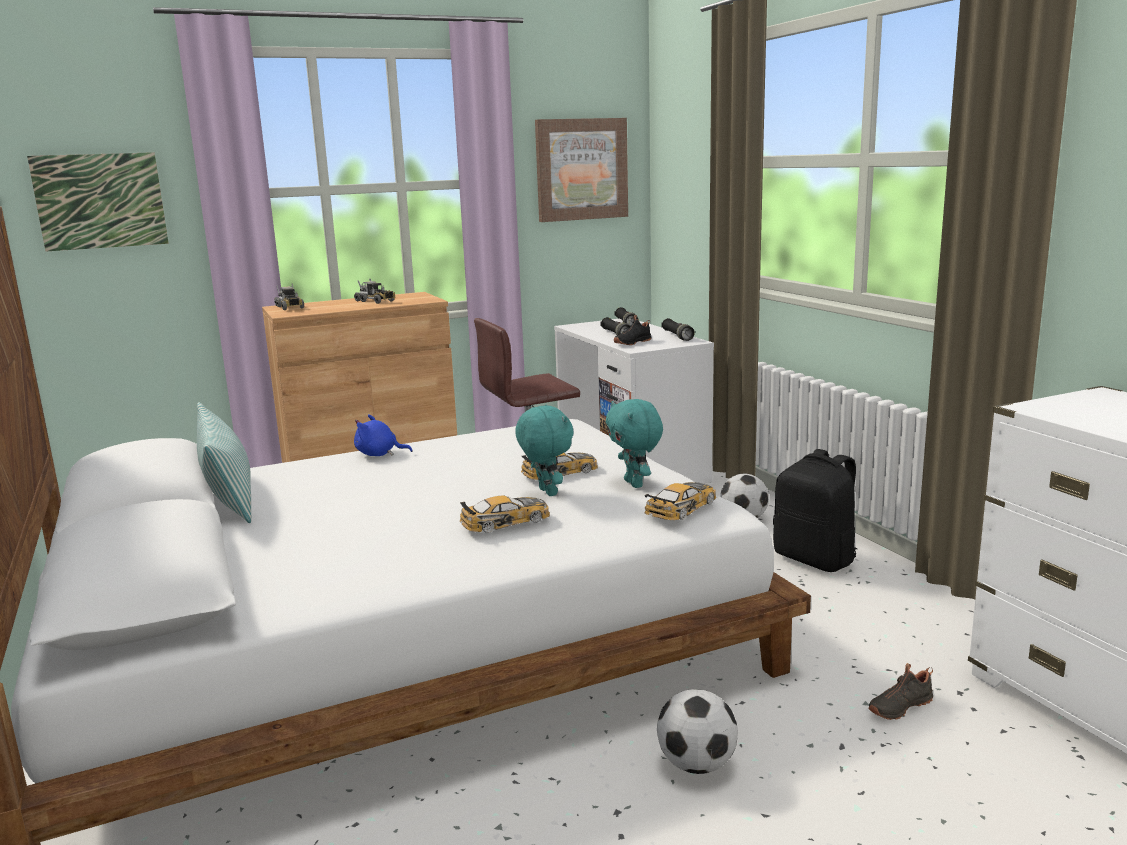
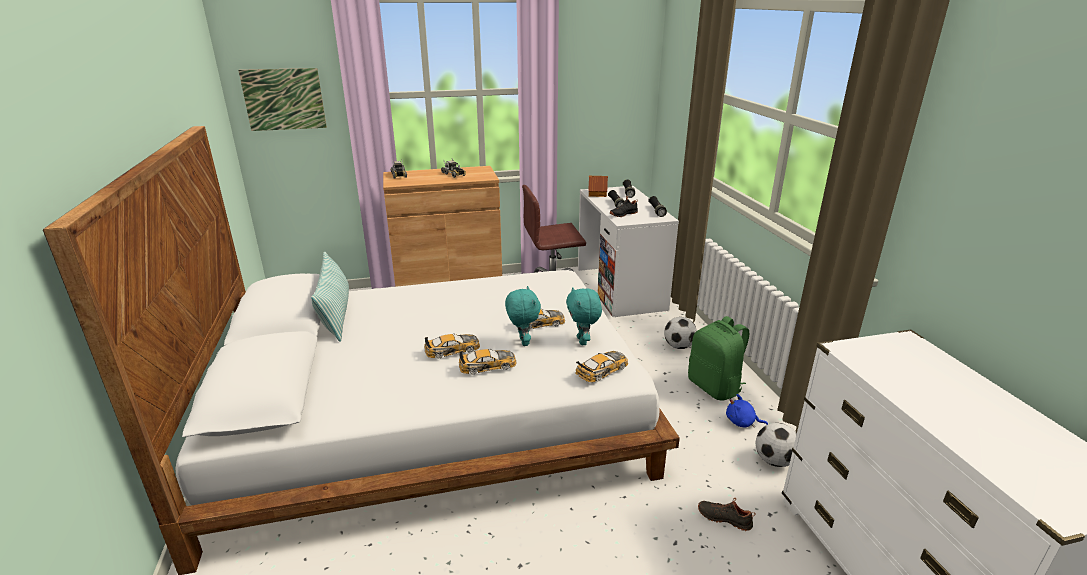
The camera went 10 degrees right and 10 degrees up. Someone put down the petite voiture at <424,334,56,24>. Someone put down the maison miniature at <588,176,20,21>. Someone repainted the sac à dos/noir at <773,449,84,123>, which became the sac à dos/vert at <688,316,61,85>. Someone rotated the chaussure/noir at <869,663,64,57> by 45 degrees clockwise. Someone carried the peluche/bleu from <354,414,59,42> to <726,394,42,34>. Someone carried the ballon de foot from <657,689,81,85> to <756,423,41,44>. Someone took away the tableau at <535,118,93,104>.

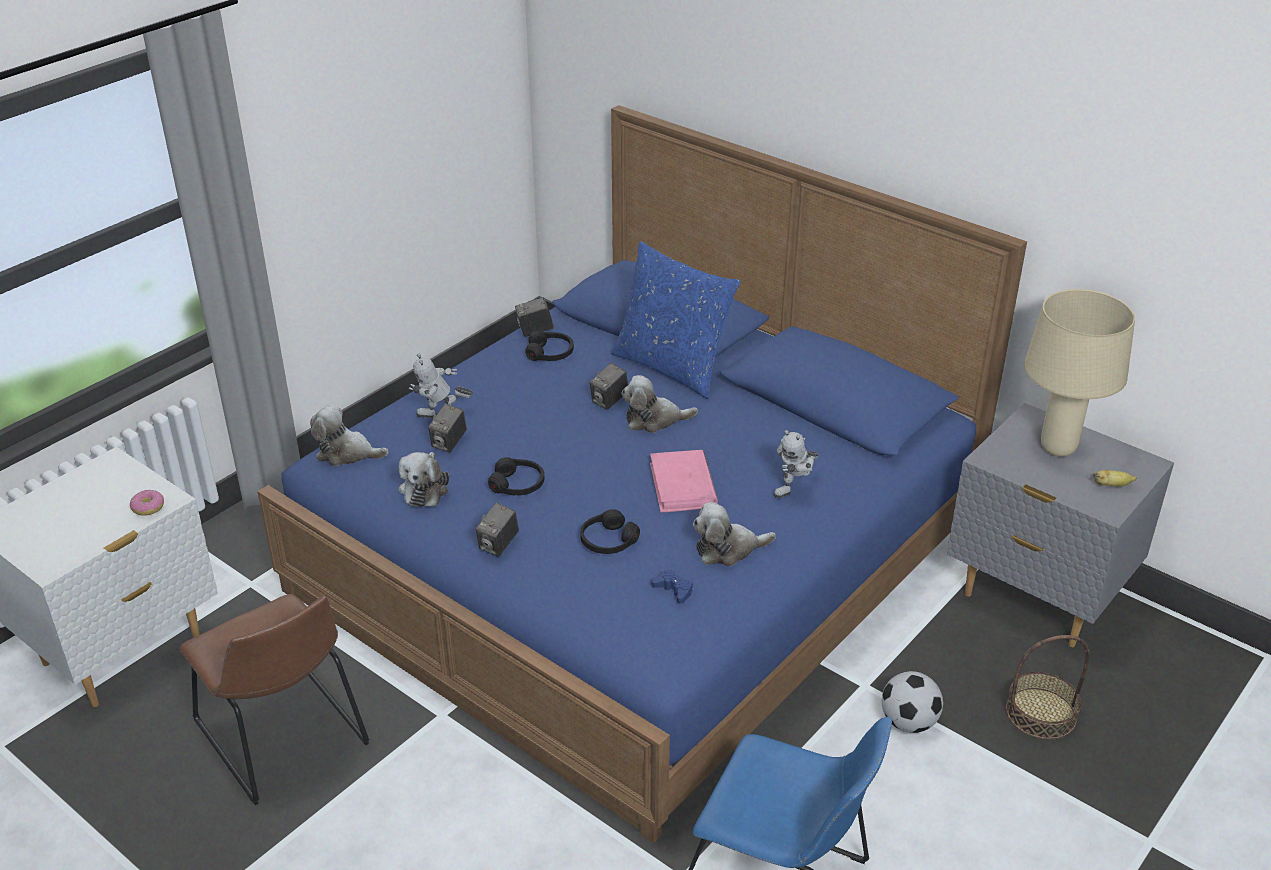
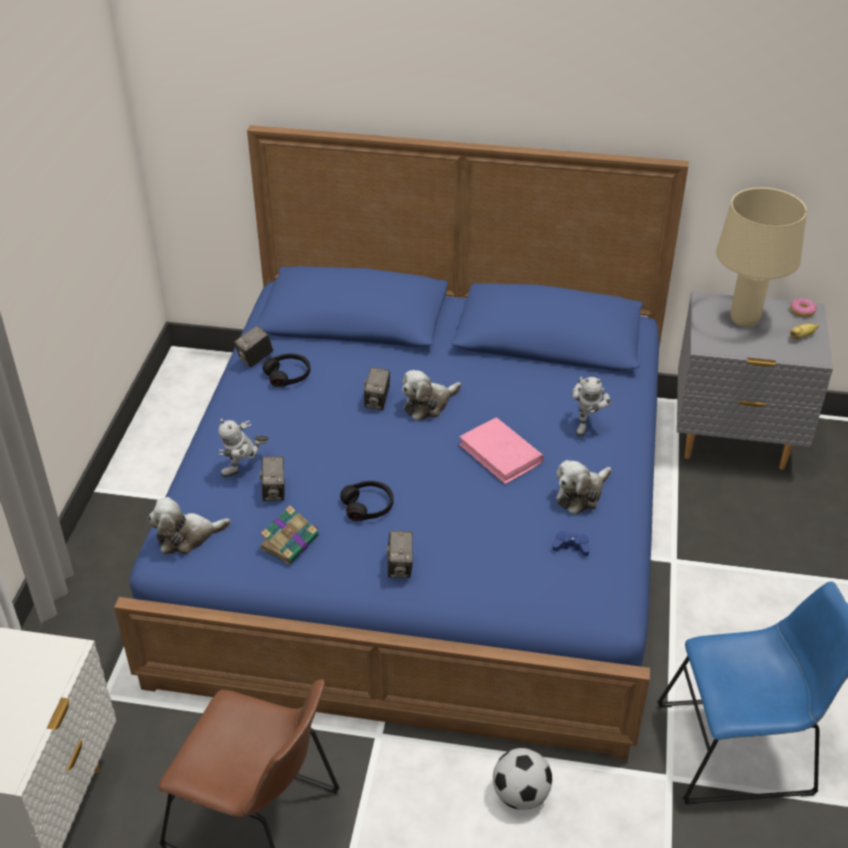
The camera went 30 degrees left and 5 degrees up. Someone swapped the peluche at <398,452,51,55> for the livre at <260,506,59,58>. Someone carried the ballon de foot from <882,671,61,62> to <493,748,59,62>. Someone carried the beignet from <130,489,34,27> to <790,298,27,19>. Someone took away the casque audio/noir at <580,509,60,45>. Someone took away the coussin/bleu at <611,241,129,158>. Someone took away the panier at <1006,635,84,105>.

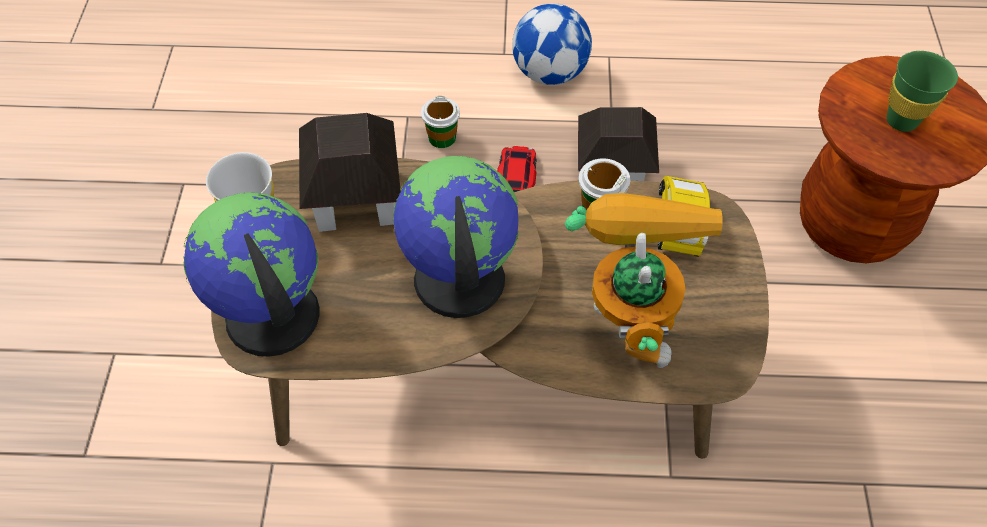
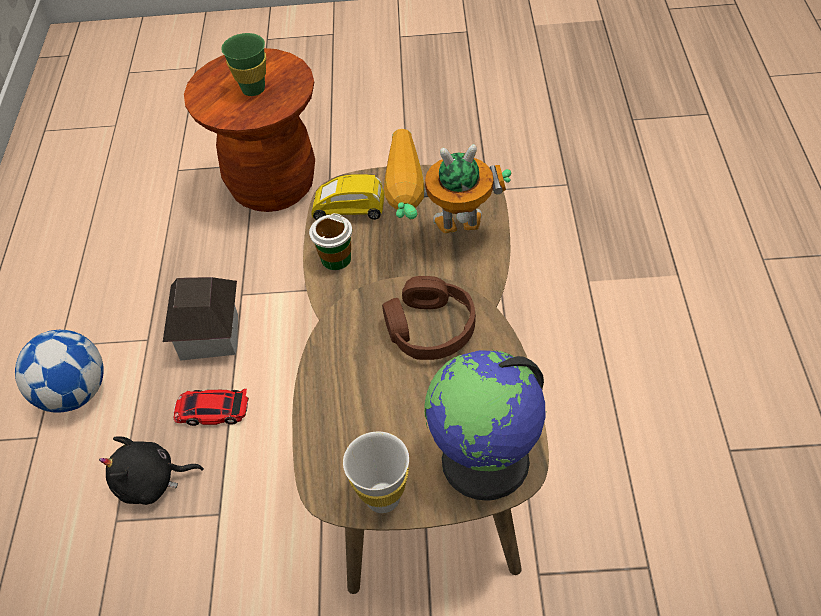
The camera went 90 degrees left and 5 degrees down. Someone swapped the tasse at <421,96,39,52> for the peluche/noir at <99,436,105,69>. Someone swapped the globe at <392,156,127,162> for the casque audio/marron at <382,276,94,84>. Someone took away the maison miniature at <299,113,102,119>.

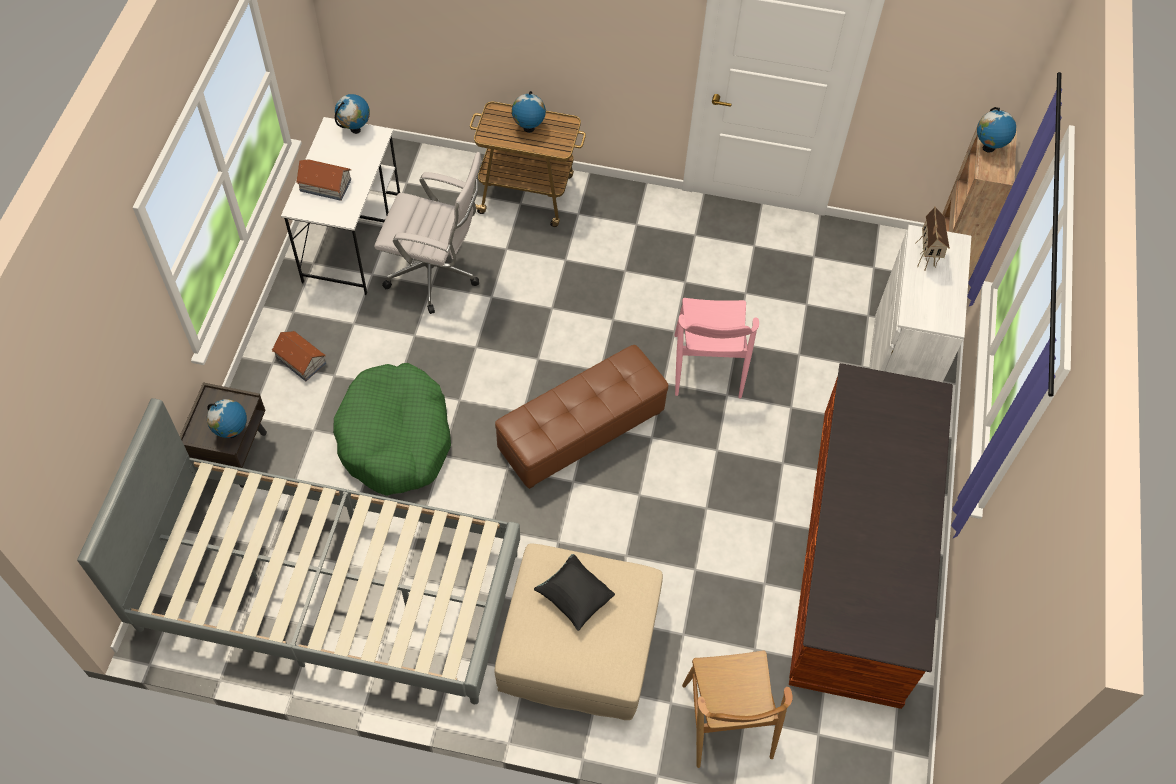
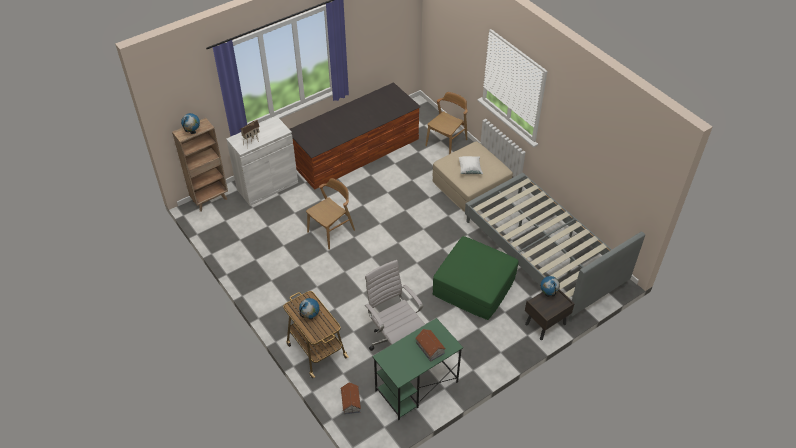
The camera went 135 degrees left and 10 degrees down. Someone repainted the chaise/rose at <674,298,85,100>, which became the chaise/marron at <306,178,49,72>. Someone carried the maison miniature from <272,331,54,50> to <341,382,20,32>. Someone repainted the bureau/blanc at <281,117,119,178>, which became the bureau/vert at <372,318,91,103>. Someone swapped the panier pour chien/vert at <333,363,118,133> for the pouf/vert at <433,236,86,84>. Someone repainted the coussin/noir at <534,554,81,77>, which became the coussin/blanc at <459,156,24,18>. Someone took away the globe at <335,94,35,40>. Someone took away the pouf/marron at <495,345,174,144>.

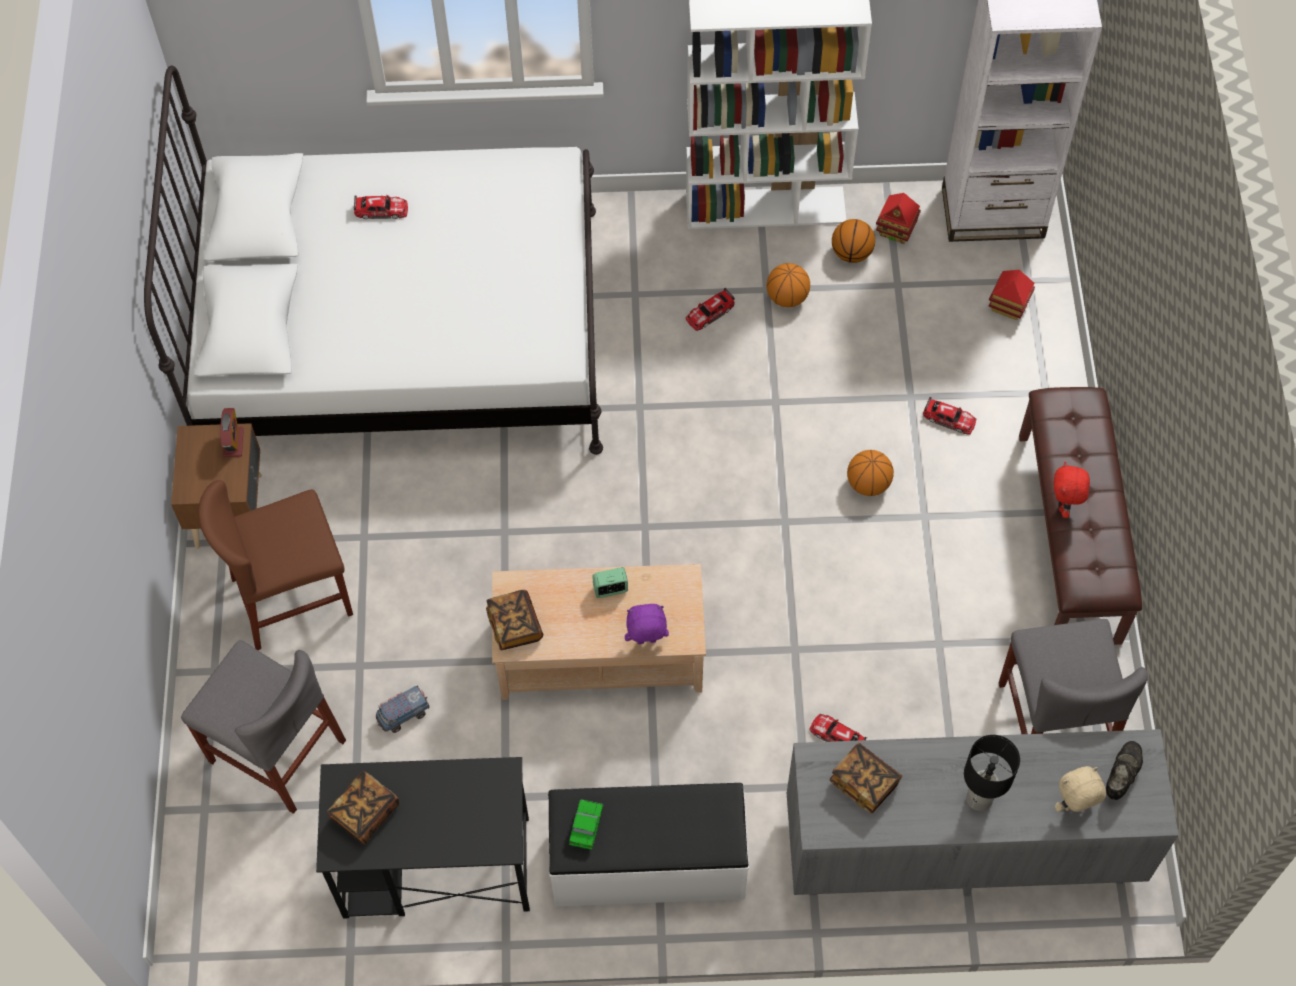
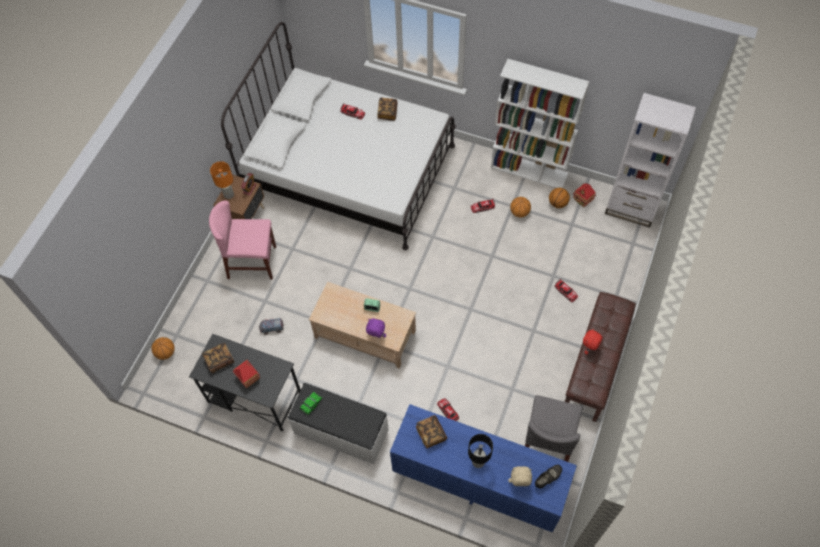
The camera went 25 degrees right and 0 degrees up. Someone carried the ballon de basket from <847,450,47,46> to <151,337,24,23>. Someone repainted the chaise/marron at <198,480,155,170>, which became the chaise/rose at <209,200,67,79>. Someone put down the lampe de table/orange at <210,161,24,38>. Someone carried the maison miniature from <989,270,46,51> to <233,360,27,28>. Someone carried the livre from <486,590,57,60> to <377,98,21,23>. Someone repainted the commode/gris at <787,729,392,167>, which became the commode/bleu at <390,404,187,128>. Someone took away the chaise/gris at <181,640,165,174>.

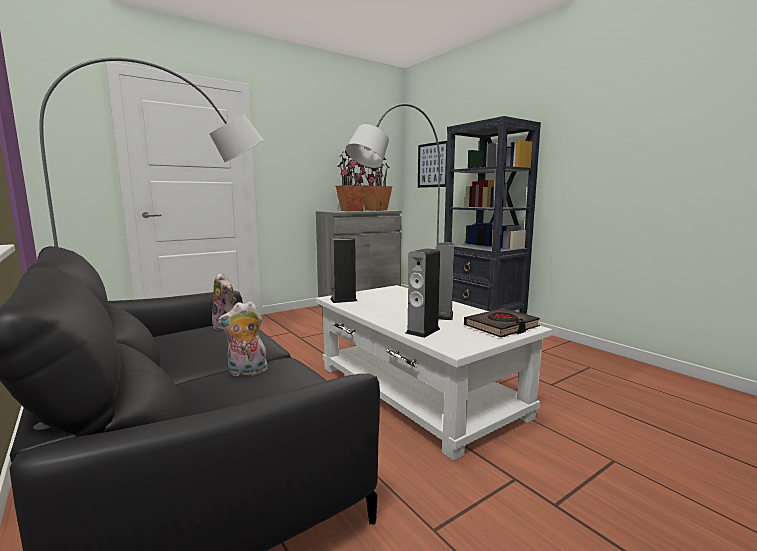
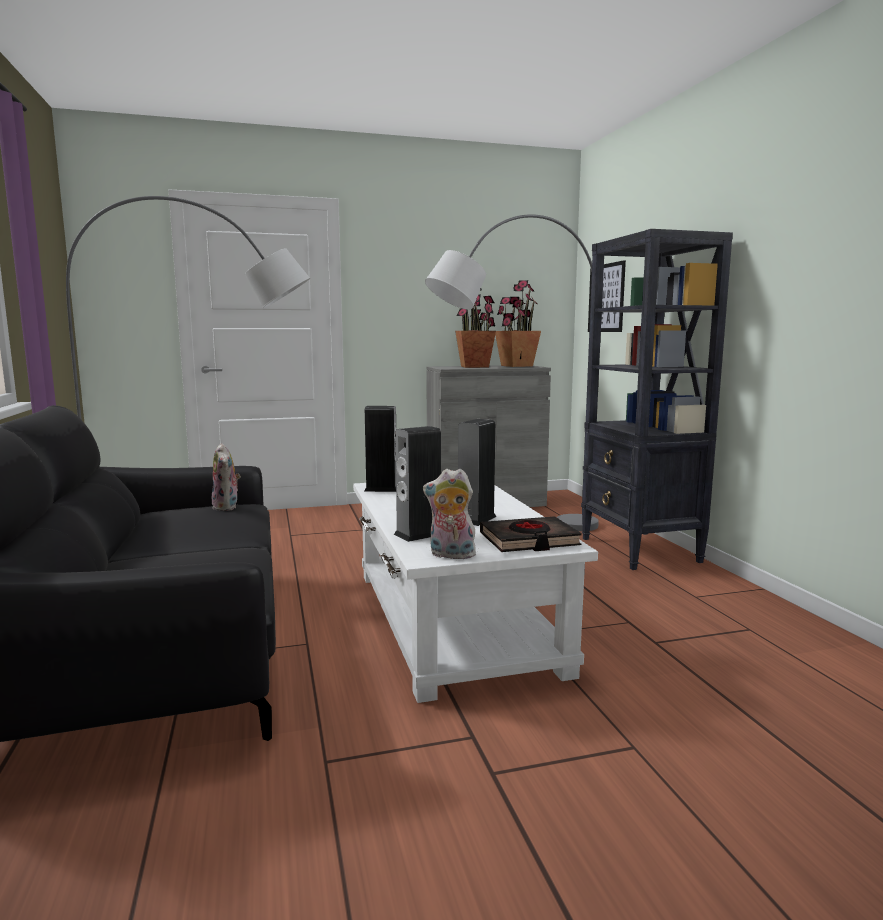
The camera went 20 degrees right and 0 degrees up. Someone carried the peluche from <218,301,50,75> to <423,469,53,90>.

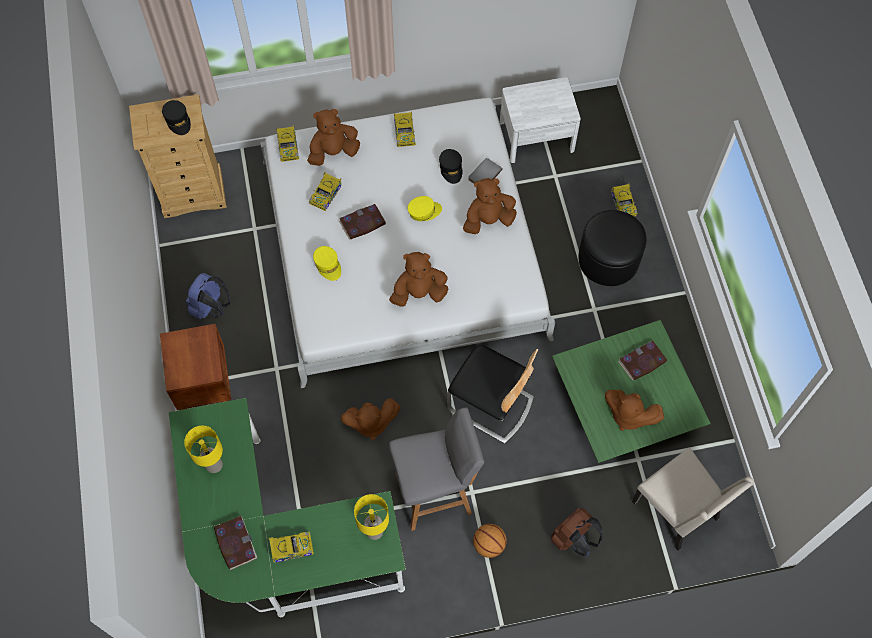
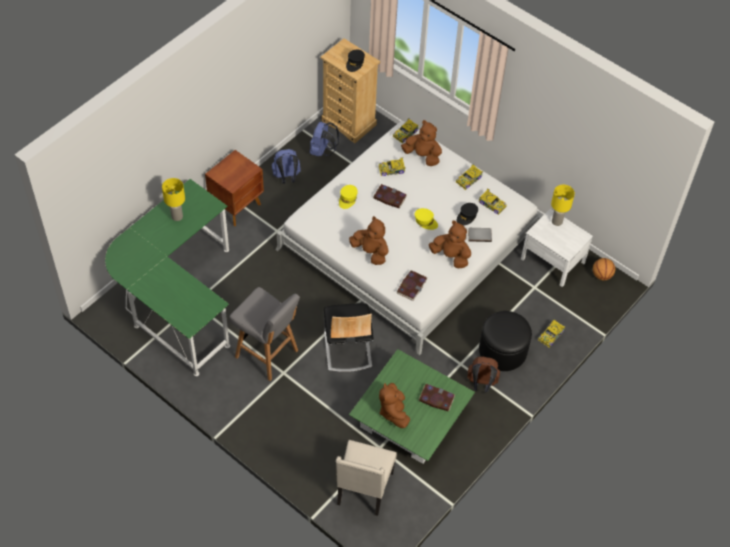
The camera went 50 degrees right and 10 degrees down. Someone put down the sac à dos/bleu at <310,122,29,34>. Someone carried the livre from <214,516,43,54> to <397,270,30,31>. Someone carried the sac à dos/marron from <551,508,52,48> to <467,357,33,36>. Someone carried the petite voiture from <268,532,46,31> to <479,188,28,27>. Someone carried the lampe de table/jaune from <354,494,35,46> to <551,185,24,41>. Someone carried the ballon de basket from <473,524,34,34> to <593,258,22,22>. Someone took away the peluche/marron at <341,398,59,42>.

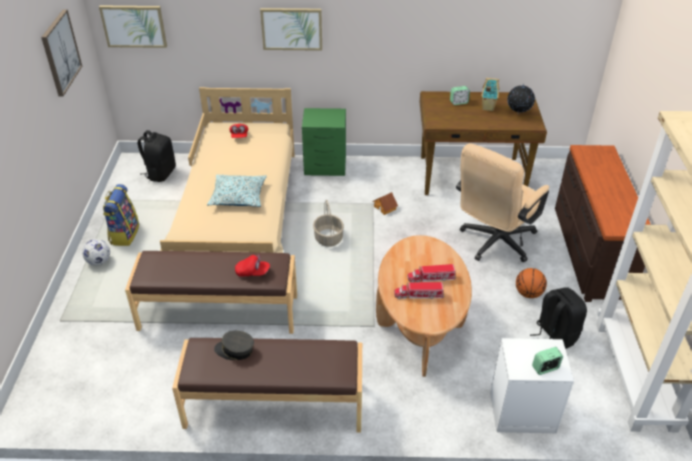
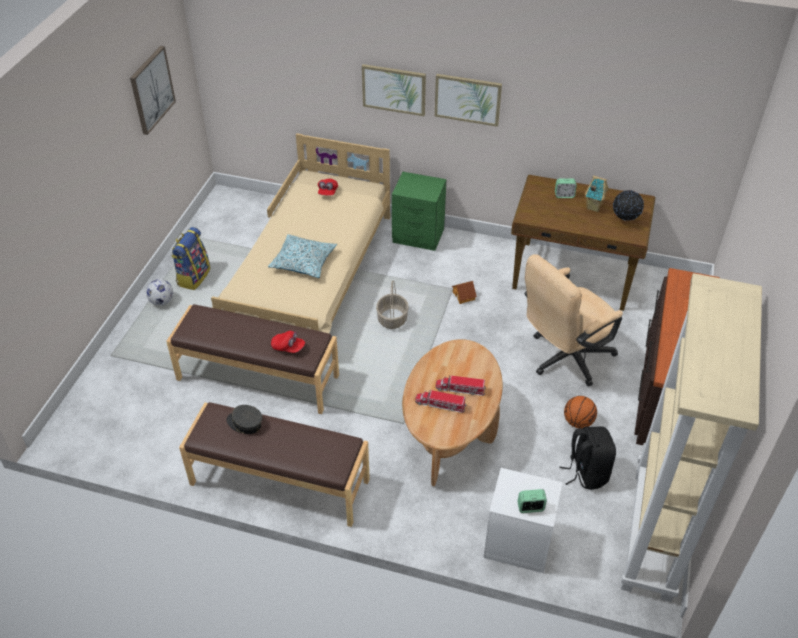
The camera went 15 degrees right and 5 degrees up. Someone carried the tableau from <99,6,68,42> to <435,74,67,53>. Someone took away the sac à dos/noir at <138,130,38,52>.

